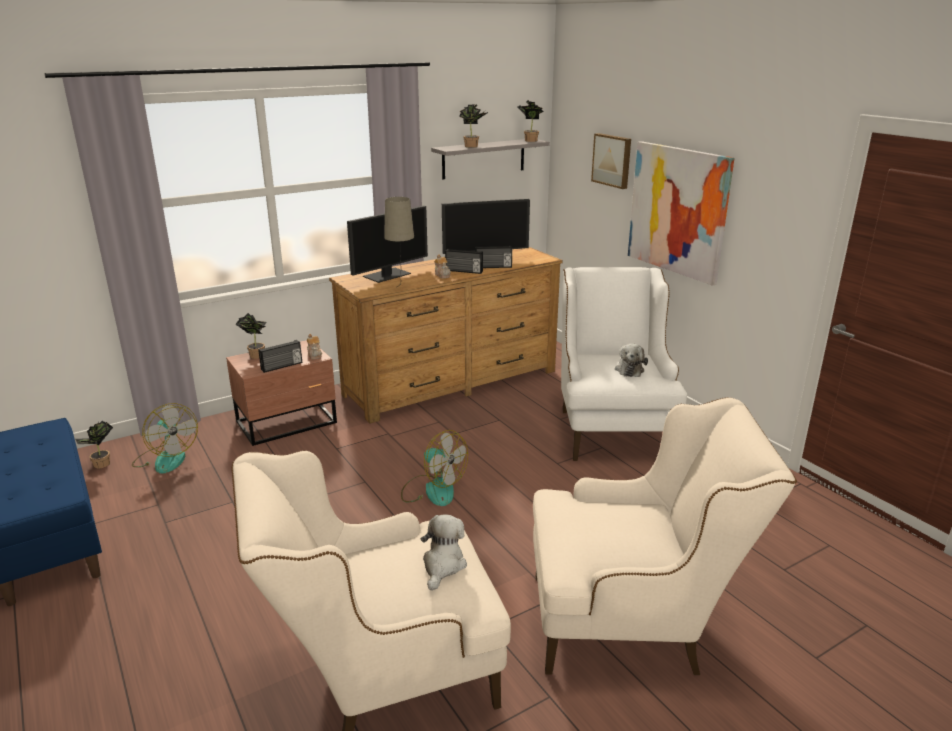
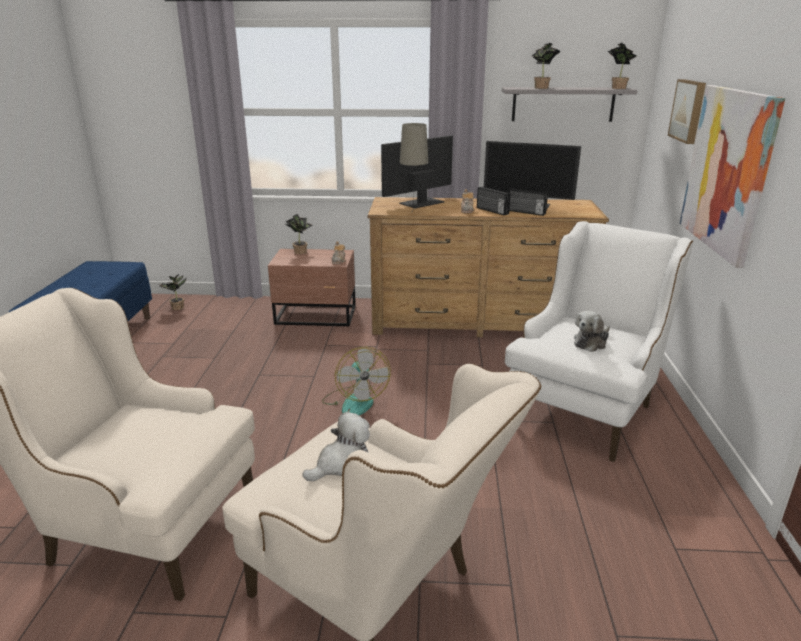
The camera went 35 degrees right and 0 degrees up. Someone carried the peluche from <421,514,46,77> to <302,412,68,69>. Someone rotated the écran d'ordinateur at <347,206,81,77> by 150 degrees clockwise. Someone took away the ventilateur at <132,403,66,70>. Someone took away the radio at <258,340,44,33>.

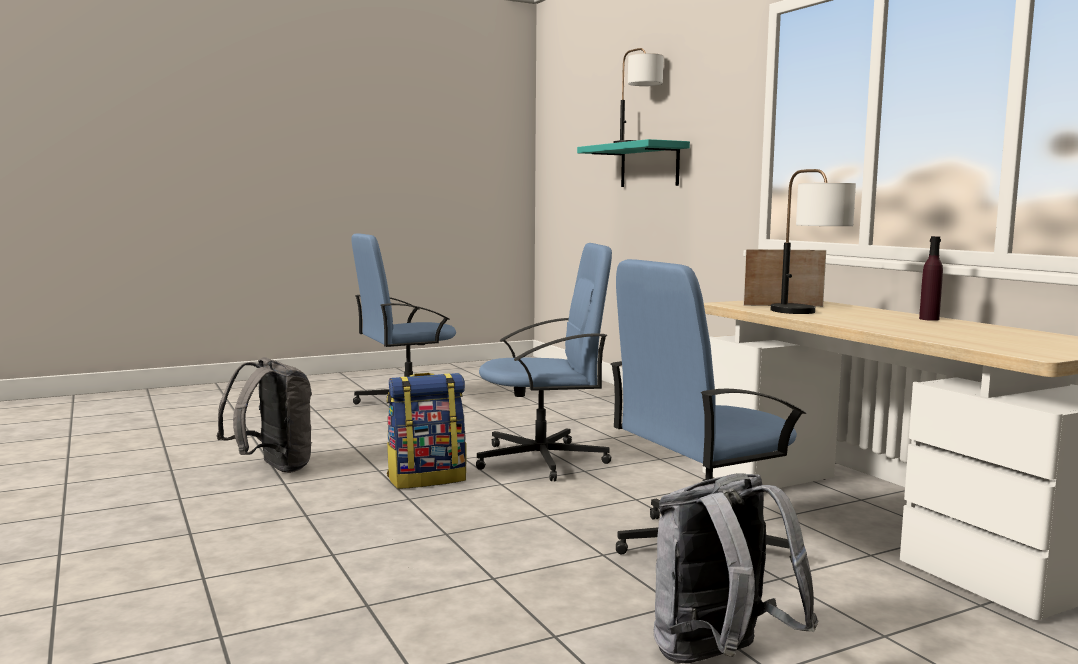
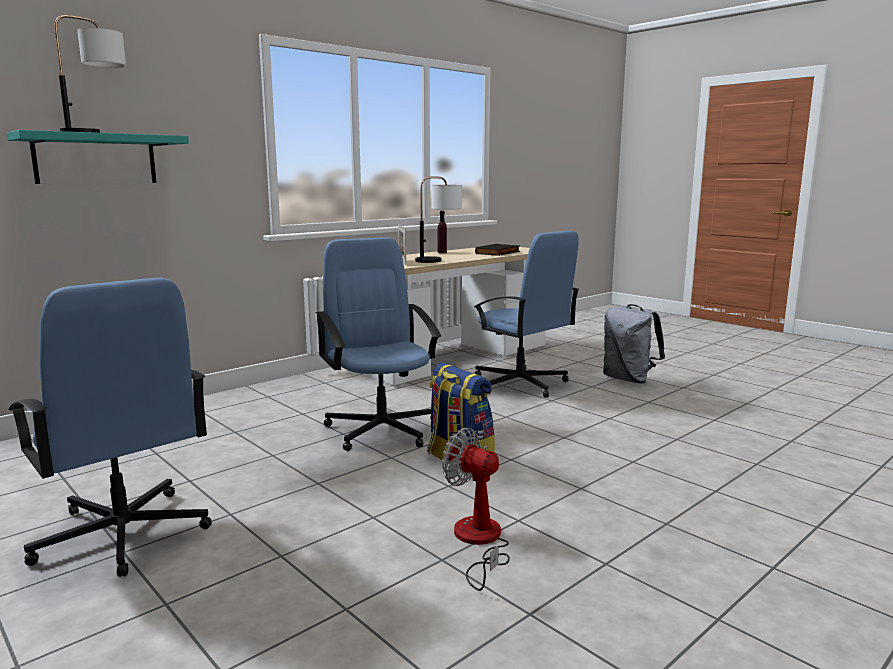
The camera went 105 degrees left and 5 degrees up. Someone swapped the sac à dos/gris at <217,357,95,116> for the ventilateur at <442,428,68,163>. Someone put down the livre/noir at <475,244,45,12>.

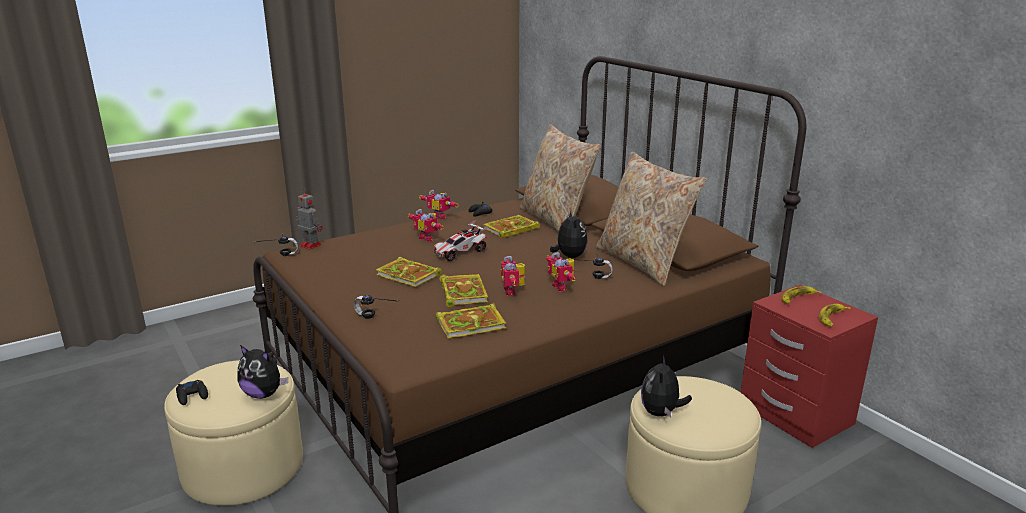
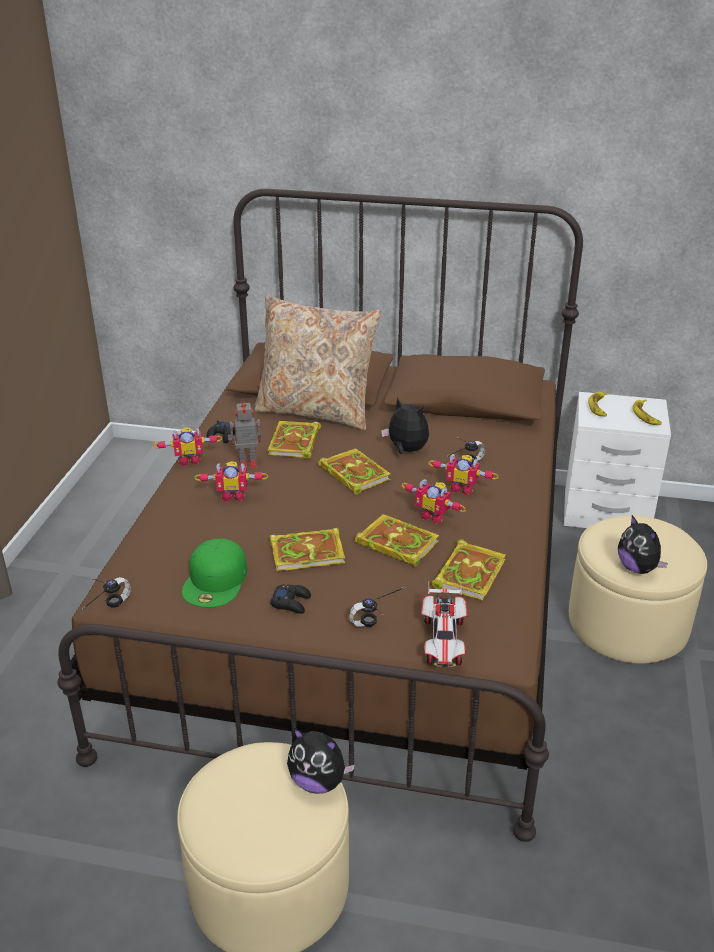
The camera went 45 degrees left and 10 degrees up. Someone put down the casquette/vert at <182,539,65,68>. Someone carried the robot jouet from <295,188,28,62> to <228,397,33,72>. Someone carried the manette/noir from <176,380,32,25> to <270,584,41,30>. Someone rotated the peluche at <237,345,51,54> by 45 degrees clockwise. Someone put down the livre at <318,448,72,47>. Someone carried the petite voiture from <433,220,55,41> to <421,581,47,87>. Someone repainted the table de chevet/rouge at <741,285,137,163>, which became the table de chevet/blanc at <564,392,107,136>. Someone took away the coussin/beige at <596,152,110,134>.

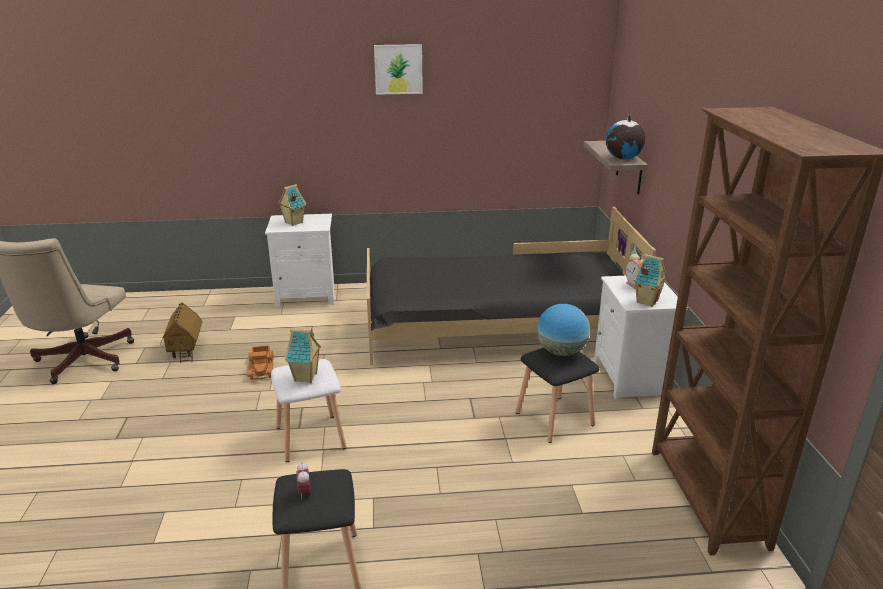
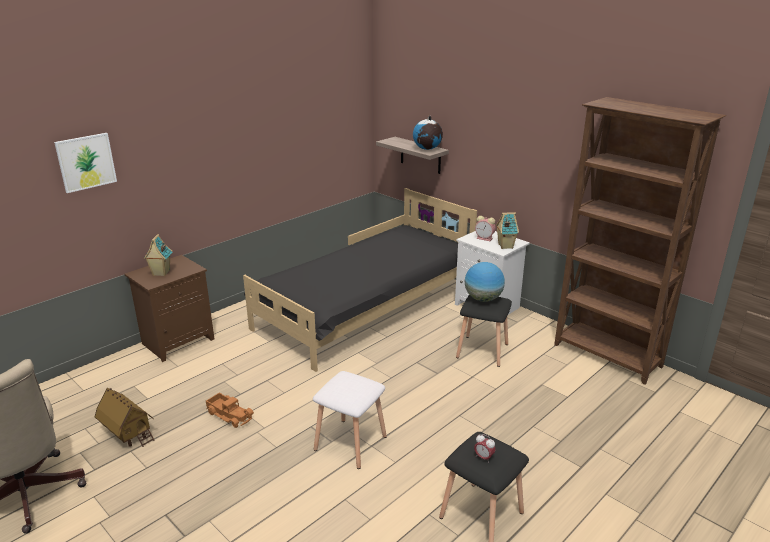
The camera went 40 degrees left and 0 degrees up. Someone carried the tableau from <374,44,49,51> to <54,133,63,60>. Someone repainted the table de chevet/blanc at <265,214,69,93>, which became the table de chevet/marron at <124,255,90,107>. Someone took away the maison miniature at <285,329,36,54>.

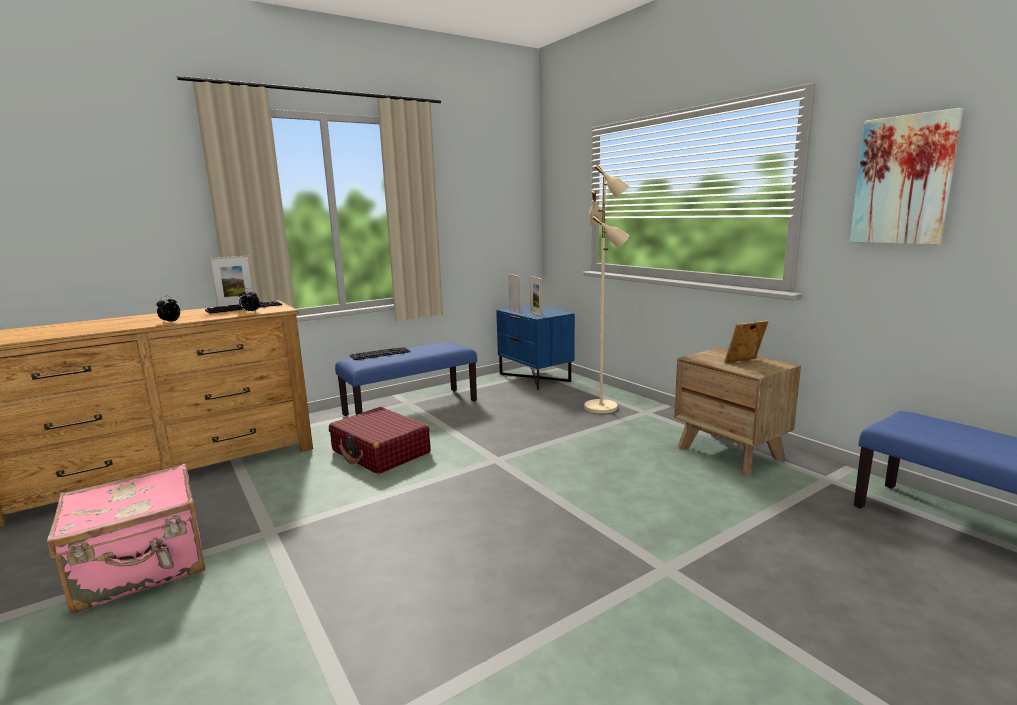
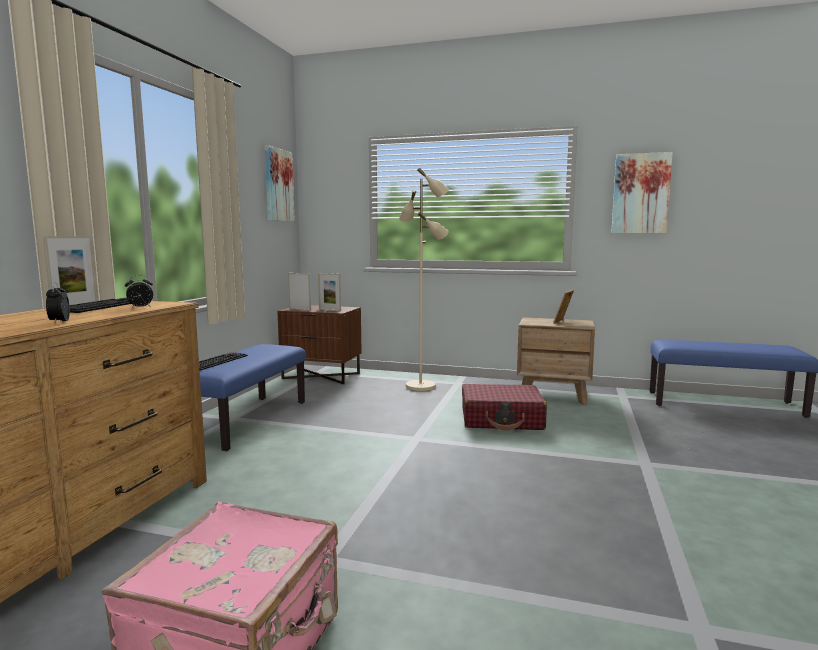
The camera went 40 degrees left and 5 degrees down. Someone put up the tableau at <265,145,30,77>. Someone repainted the table de chevet/bleu at <496,305,79,85>, which became the table de chevet/marron at <278,305,84,79>. Someone carried the valise/rouge from <329,407,101,67> to <462,384,85,46>.

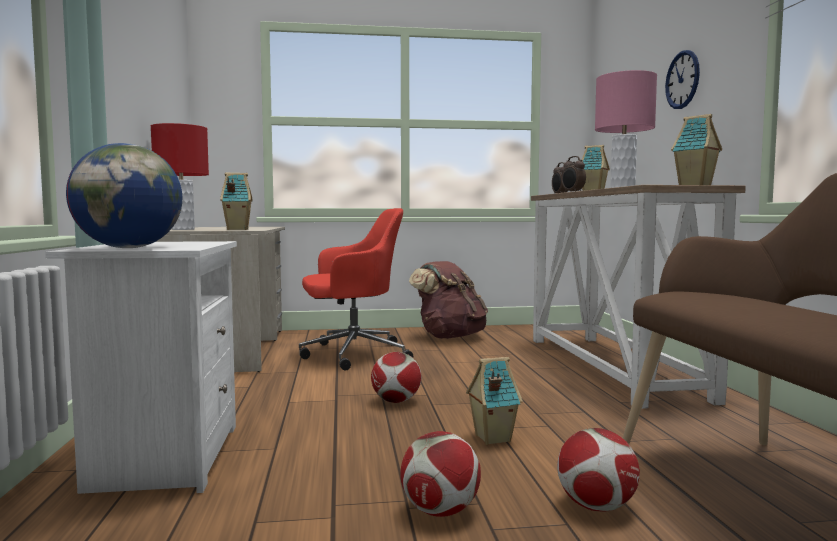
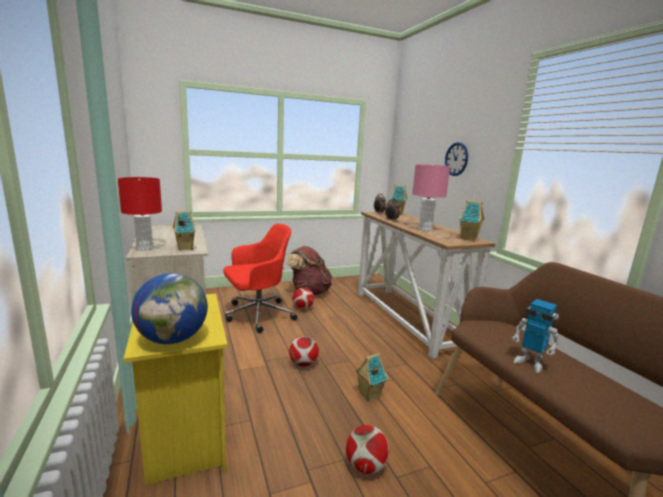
The camera went 15 degrees left and 10 degrees up. Someone repainted the table de chevet/blanc at <45,241,192,253>, which became the table de chevet/jaune at <123,294,105,191>. Someone carried the ballon de foot from <557,428,83,83> to <292,287,22,23>. Someone put down the robot jouet at <512,299,47,74>.

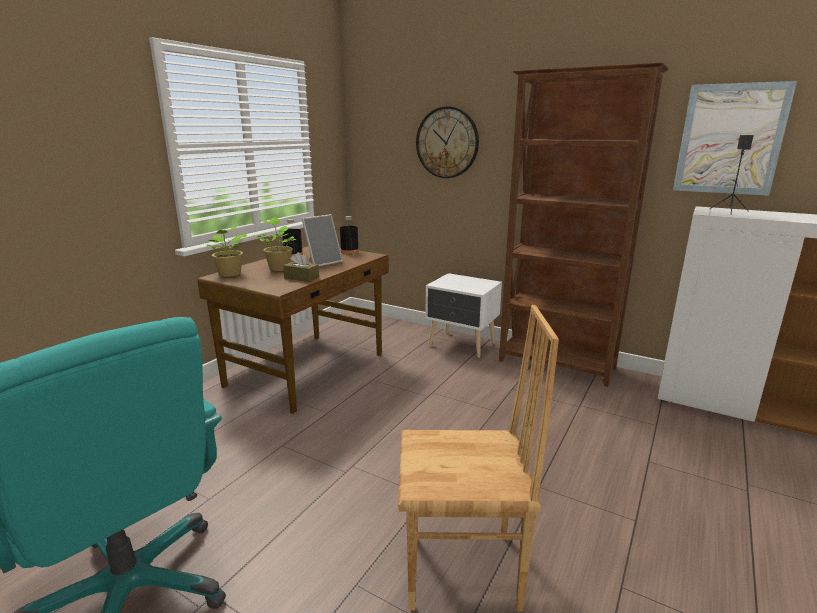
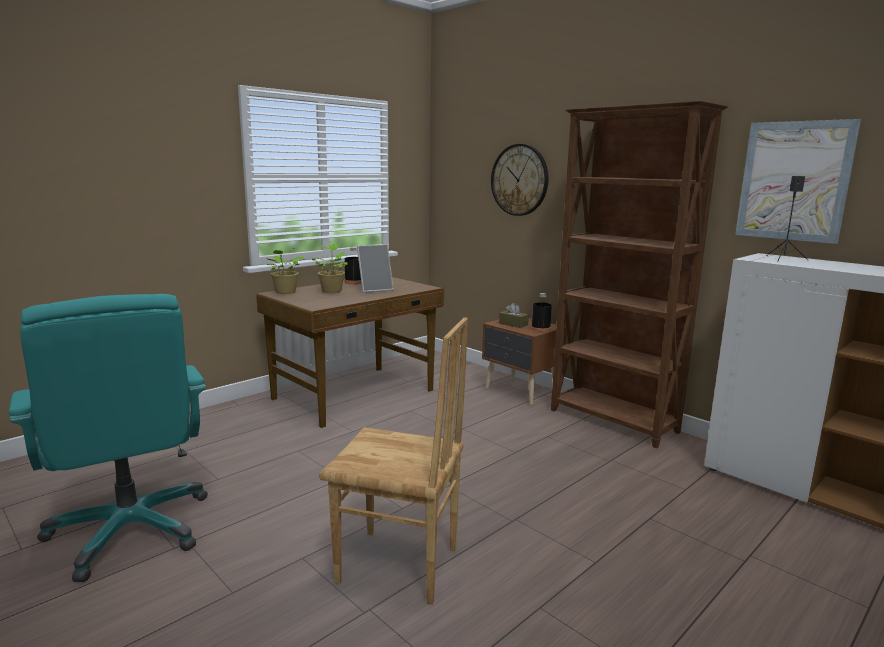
The camera went 15 degrees right and 5 degrees down. Someone repainted the table de chevet/blanc at <425,273,77,85>, which became the table de chevet/marron at <482,318,85,87>. Someone carried the boîte à mouchoirs/marron from <283,252,36,30> to <499,303,30,25>. Someone carried the bouteille/noir from <340,216,19,38> to <531,293,21,39>.

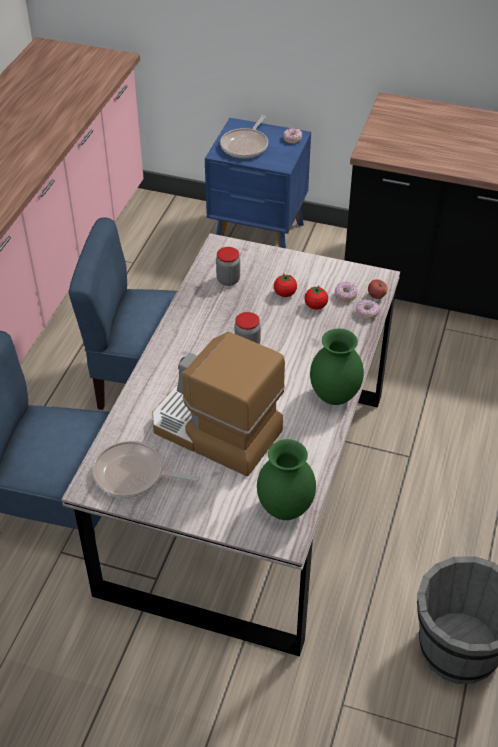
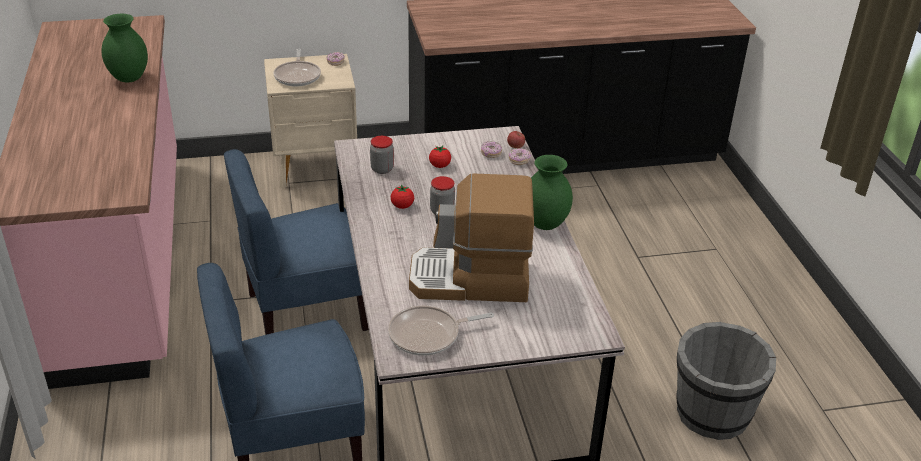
The camera went 30 degrees left and 10 degrees down. Someone carried the vase/vert from <257,439,59,81> to <102,14,46,69>. Someone repainted the table de chevet/bleu at <205,118,106,130>, which became the table de chevet/beige at <264,54,93,135>. Someone carried the tomate from <304,285,24,25> to <391,184,23,25>.

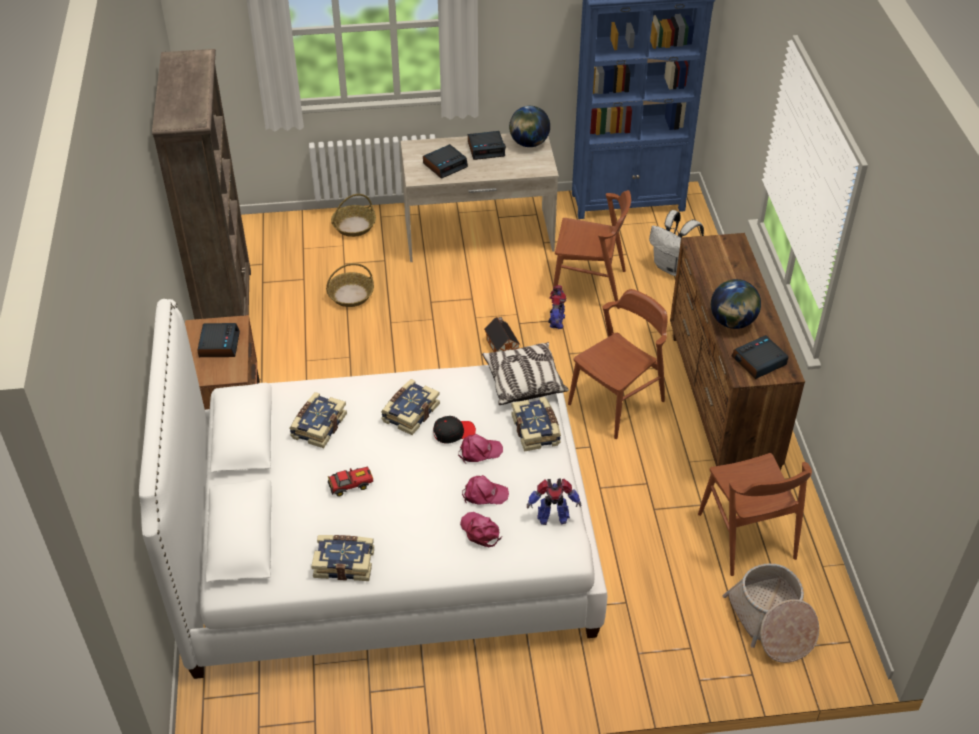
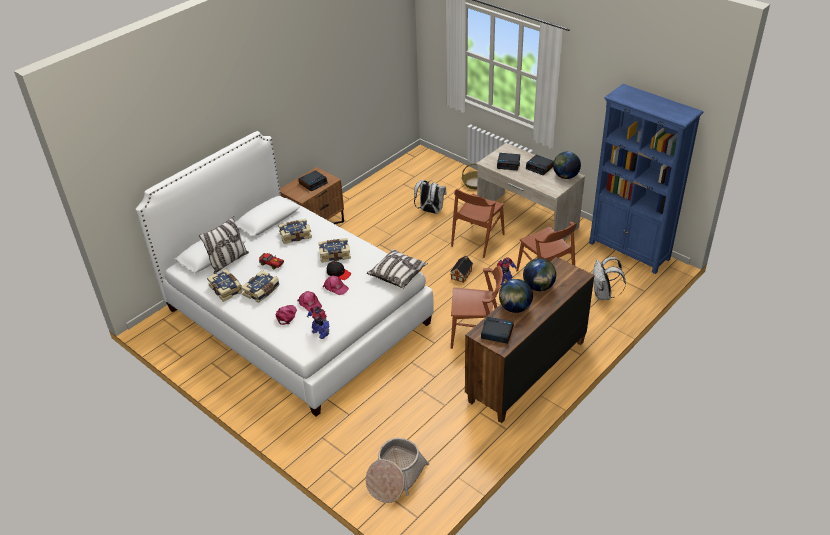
The camera went 50 degrees right and 5 degrees down. Someone put down the coussin at <199,216,50,58>. Someone carried the livre from <511,397,50,55> to <241,270,39,33>. Someone swapped the panier at <326,263,48,44> for the sac à dos/blanc at <414,180,33,34>. Someone carried the chaise/marron from <698,453,114,123> to <451,189,54,69>. Someone put down the globe at <523,258,33,33>. Someone took away the bibliothèque/marron at <152,49,99,270>.

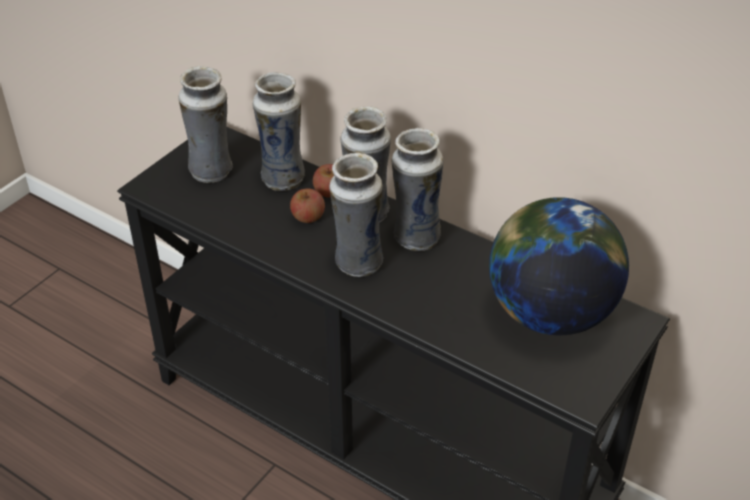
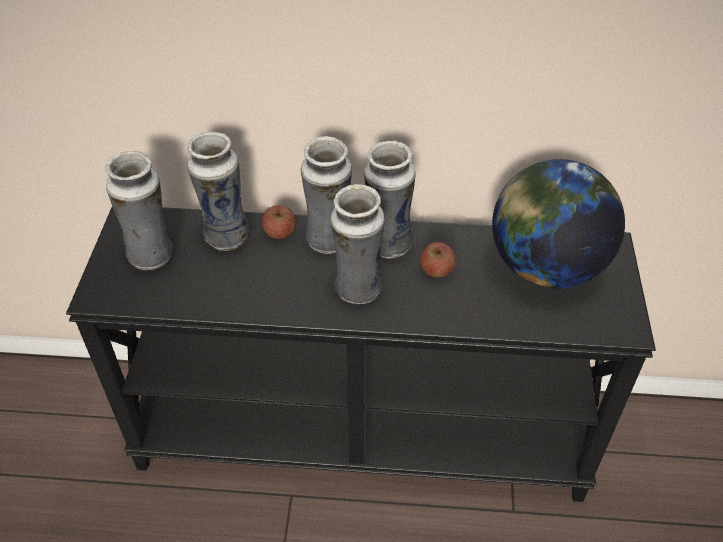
The camera went 30 degrees left and 5 degrees up. Someone carried the pomme from <290,188,35,35> to <420,242,36,36>.

